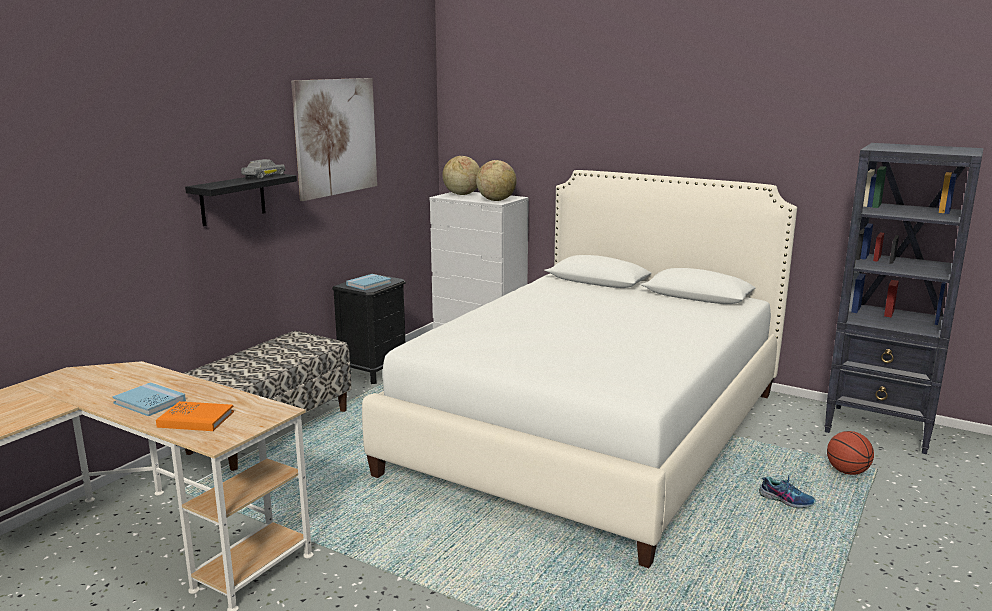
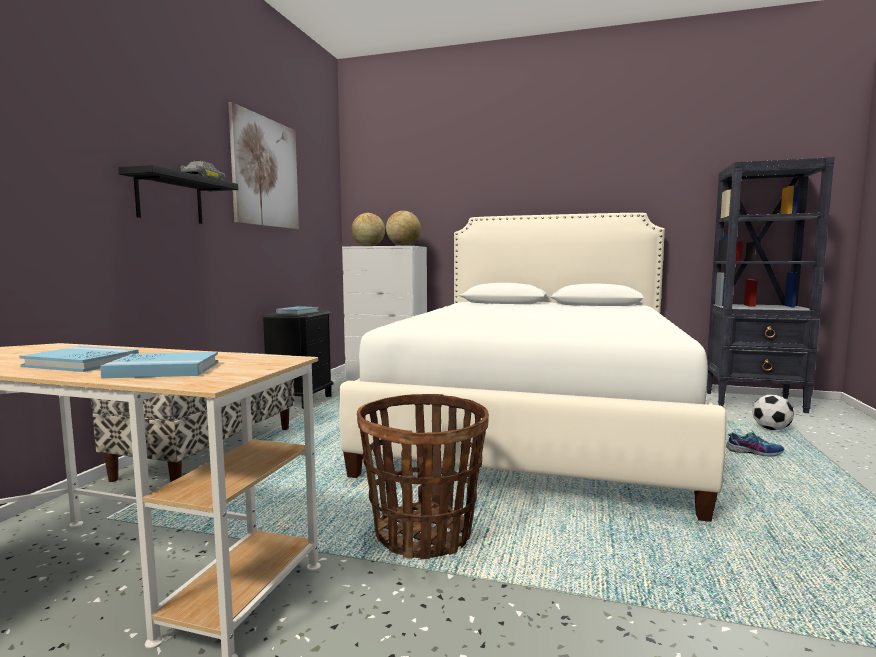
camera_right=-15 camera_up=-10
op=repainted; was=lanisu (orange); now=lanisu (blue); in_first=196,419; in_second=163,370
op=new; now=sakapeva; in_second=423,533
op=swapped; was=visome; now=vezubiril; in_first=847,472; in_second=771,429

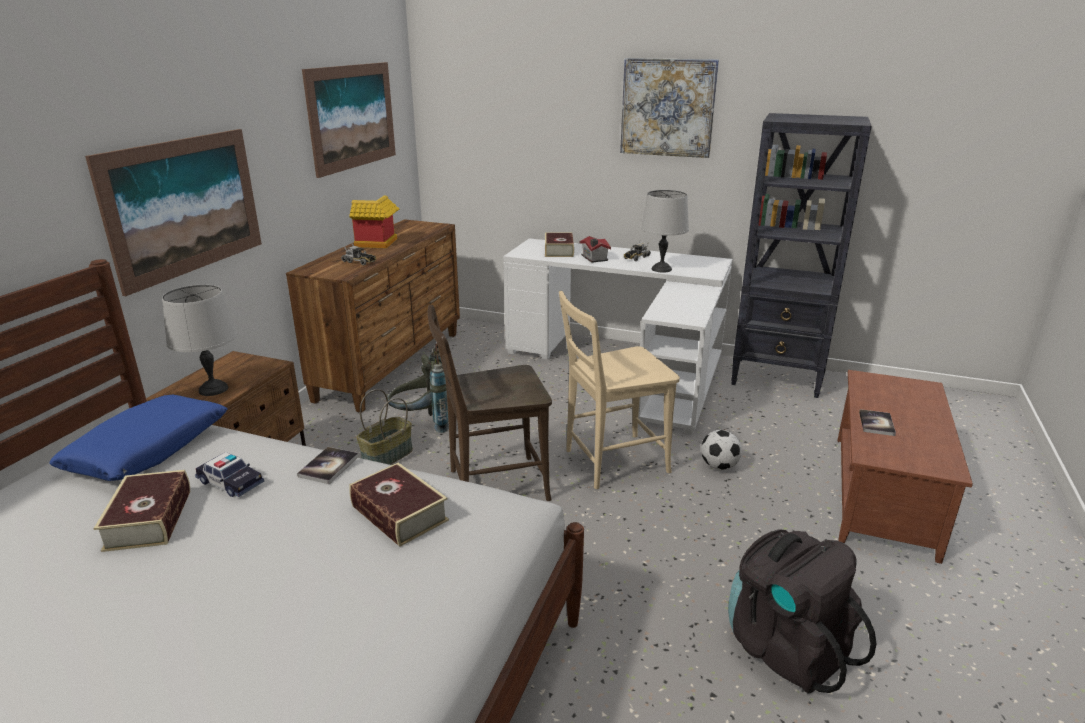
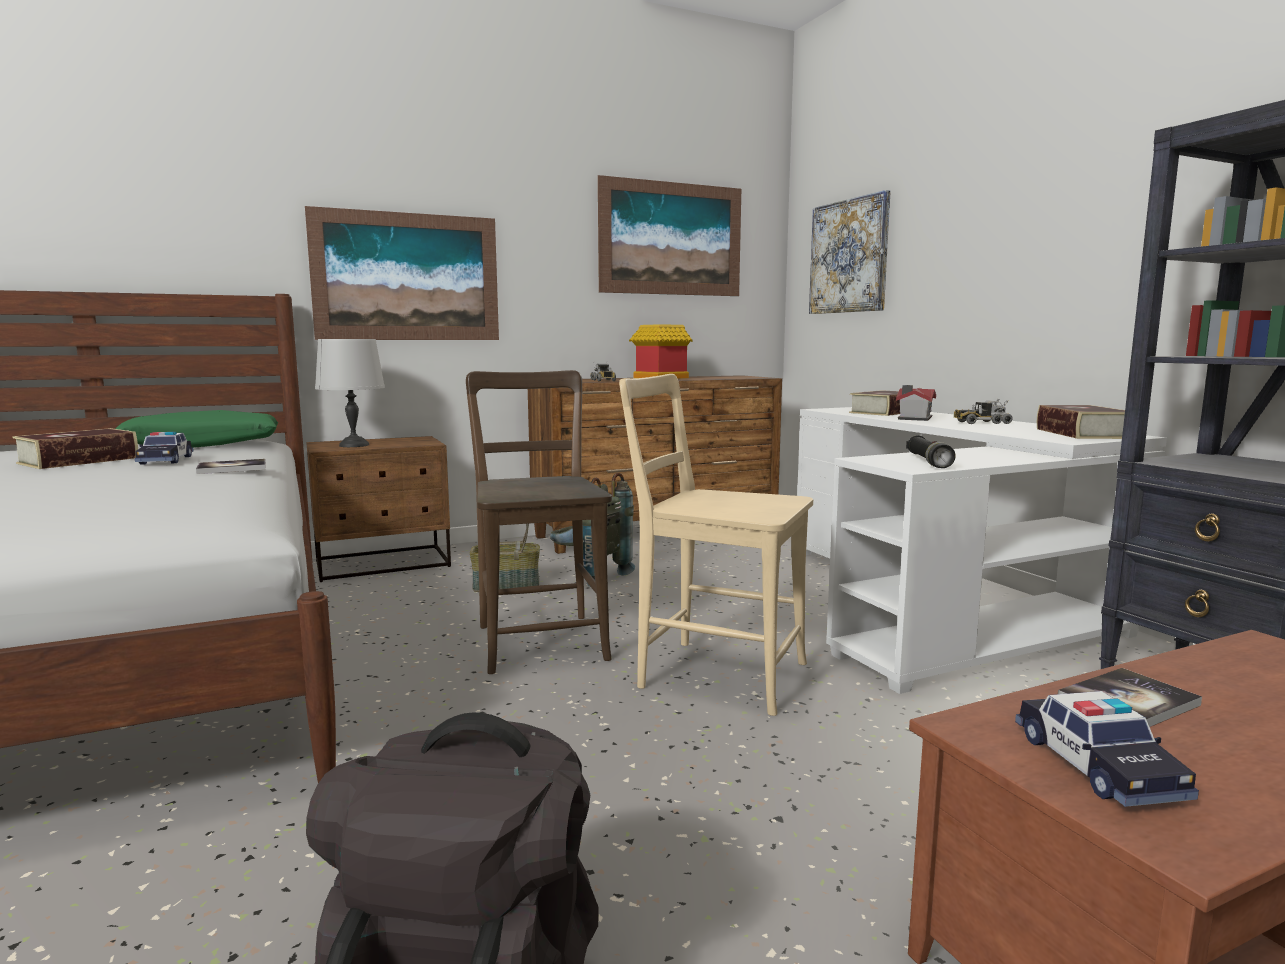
camera_right=45 camera_up=-15
op=repainted; was=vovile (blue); now=vovile (green); in_first=148,450; in_second=203,445
op=rotated; was=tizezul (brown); in_first=492,485; in_second=540,639; clockwise=45
op=shifted; was=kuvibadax; in_first=668,107; in_second=849,256
op=new; now=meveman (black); in_second=928,462
op=new; now=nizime; in_second=1097,765
op=shifted; was=lanisu; in_first=399,513; in_second=1082,433
op=gone; was=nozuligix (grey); in_first=661,269
op=gone; was=vezubiril; in_first=719,466

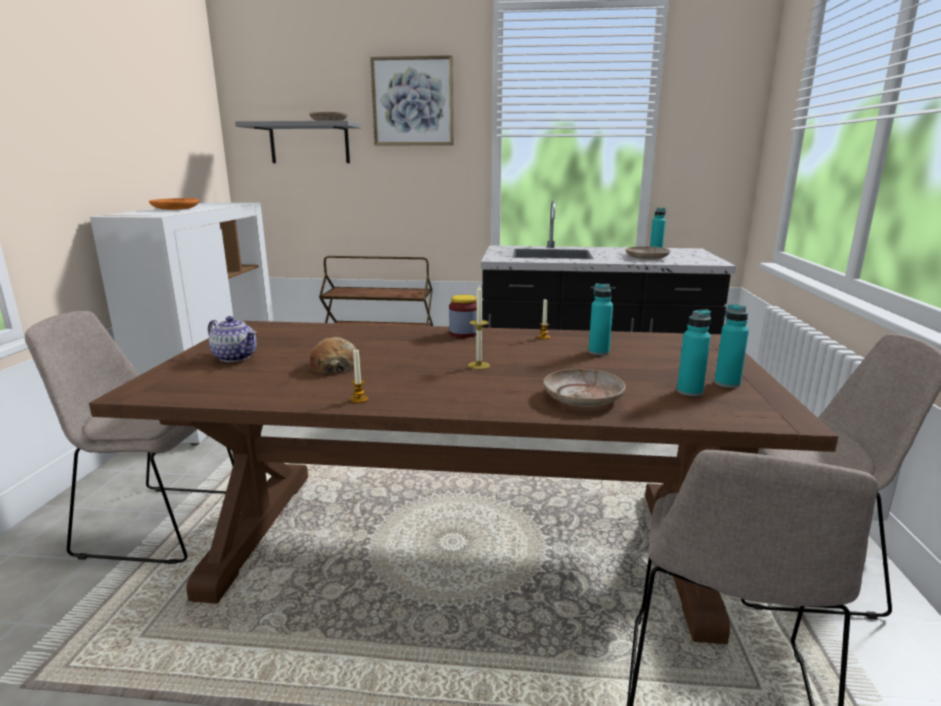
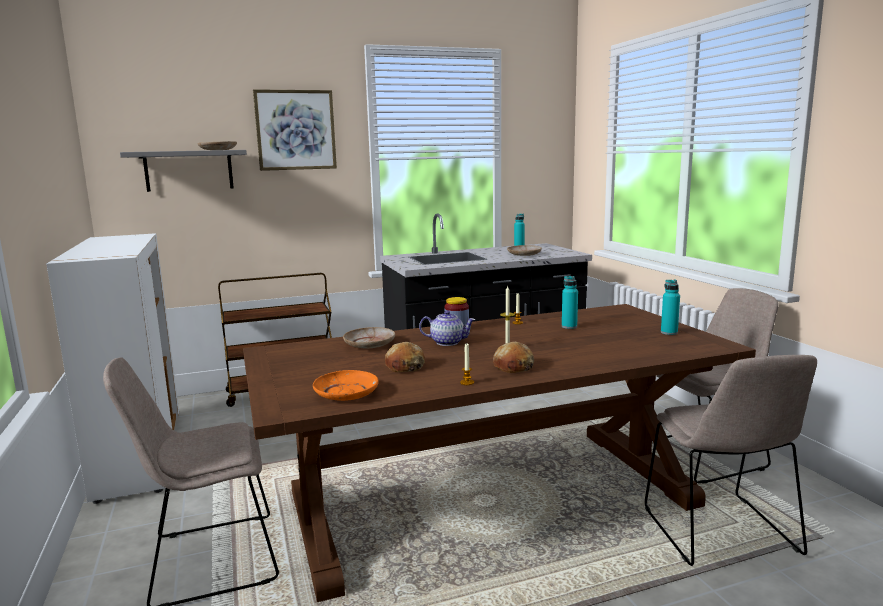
camera_right=-25 camera_up=-5
op=shifted; was=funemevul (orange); in_first=176,209; in_second=346,393
op=shifted; was=funemevul (beige); in_first=583,397; in_second=370,344
op=shifted; was=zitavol; in_first=236,357; in_second=448,342
op=new; now=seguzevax; in_second=513,366
op=gone; was=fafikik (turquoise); in_first=689,392

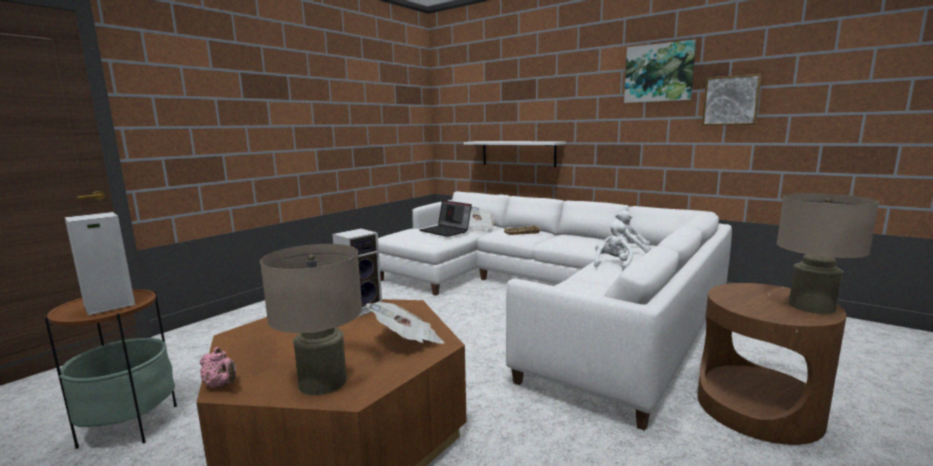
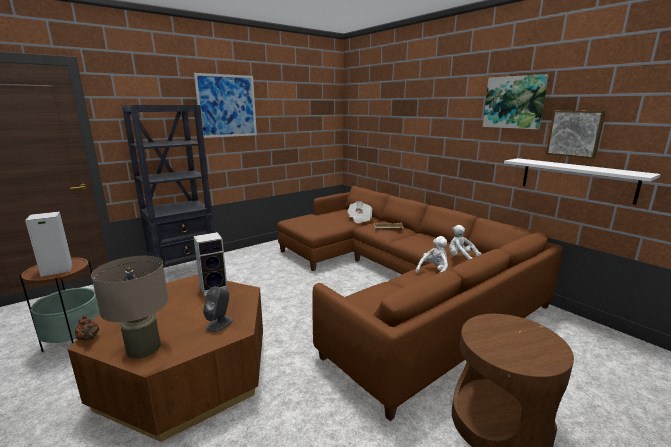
camera_right=15 camera_up=5
op=repainted; was=zitavol (pink); now=zitavol (brown); in_first=222,385; in_second=89,338
op=new; now=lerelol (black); in_second=185,271
op=new; now=kuvibadax; in_second=227,106
op=swapped; was=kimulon; now=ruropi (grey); in_first=407,341; in_second=220,324
op=repainted; was=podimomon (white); now=podimomon (brown); in_first=548,296; in_second=397,283
op=shifted; was=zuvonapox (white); in_first=518,153; in_second=576,179
op=gone; was=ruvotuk; in_first=446,231
op=gone; was=nozuligix (beige); in_first=811,306

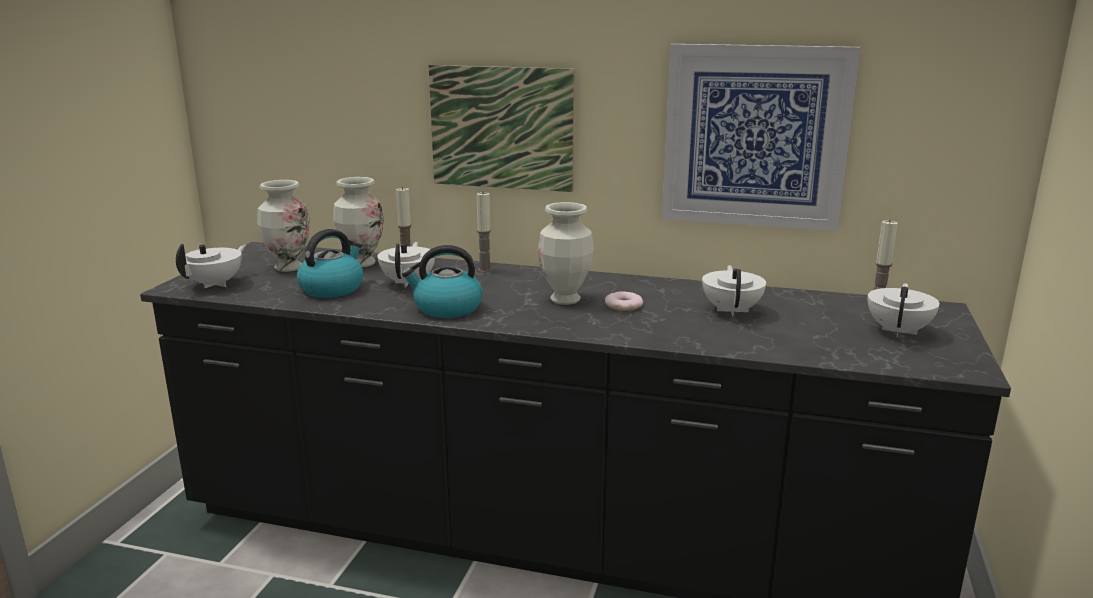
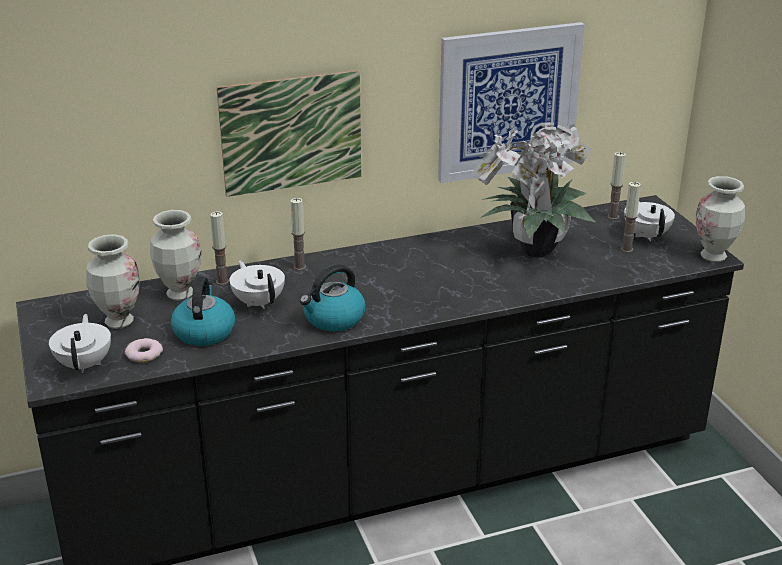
camera_right=-35 camera_up=10
op=shifted; was=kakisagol; in_first=624,305; in_second=144,354
op=swapped; was=zitavol (white); now=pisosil; in_first=732,310; in_second=531,250
op=new; now=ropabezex; in_second=626,249
op=shifted; was=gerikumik; in_first=565,300; in_second=713,256

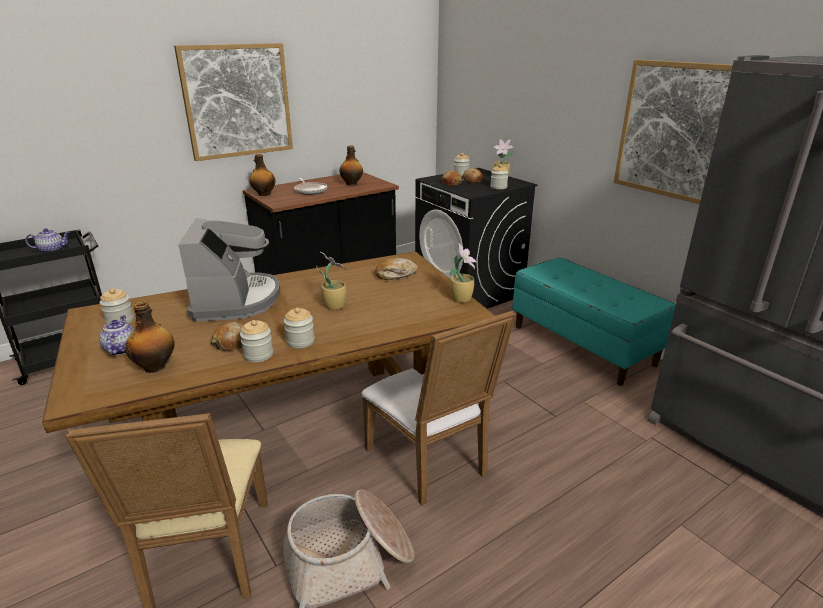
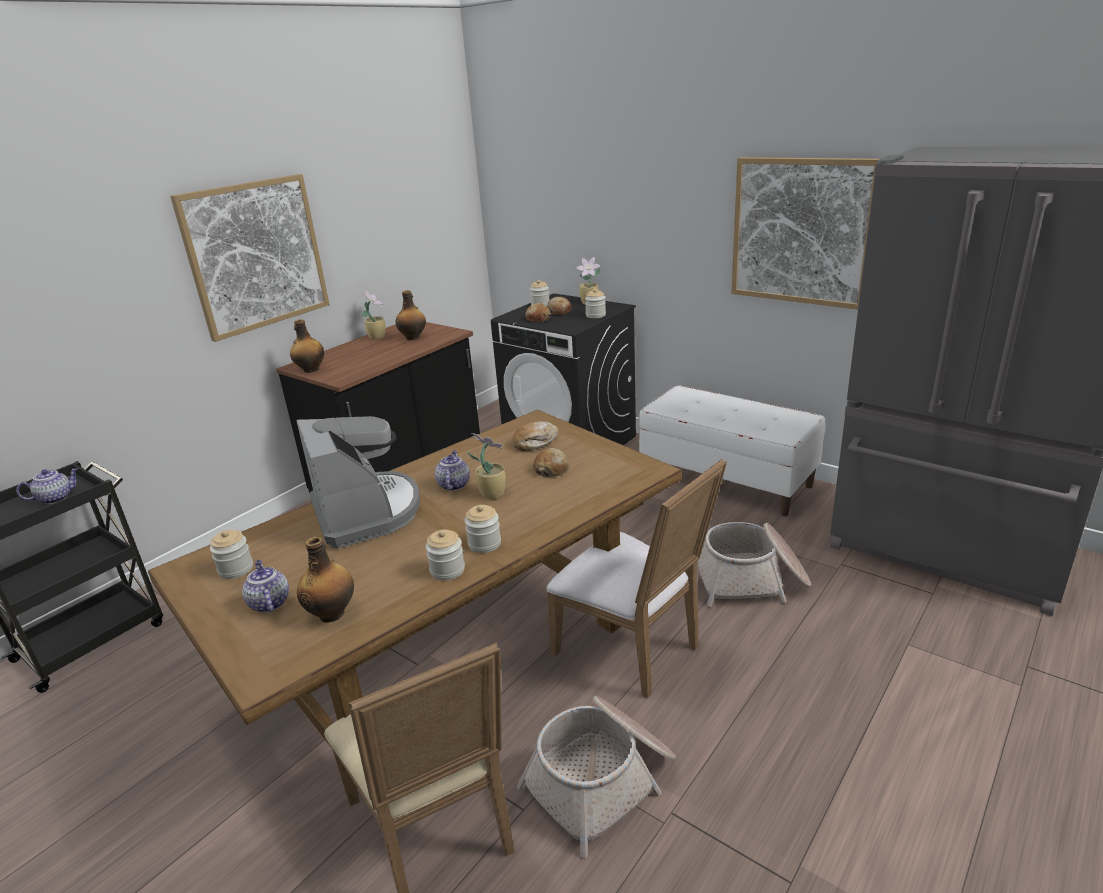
camera_right=-15 camera_up=0
op=shifted; was=pisosil; in_first=462,298; in_second=377,337
op=new; now=zitavol; in_second=453,484
op=shifted; was=seguzevax; in_first=231,343; in_second=552,469
op=repainted; was=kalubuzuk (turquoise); now=kalubuzuk (white); in_first=583,345; in_second=727,480
op=new; now=sakapeva; in_second=752,581
op=gone; was=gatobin; in_first=310,190

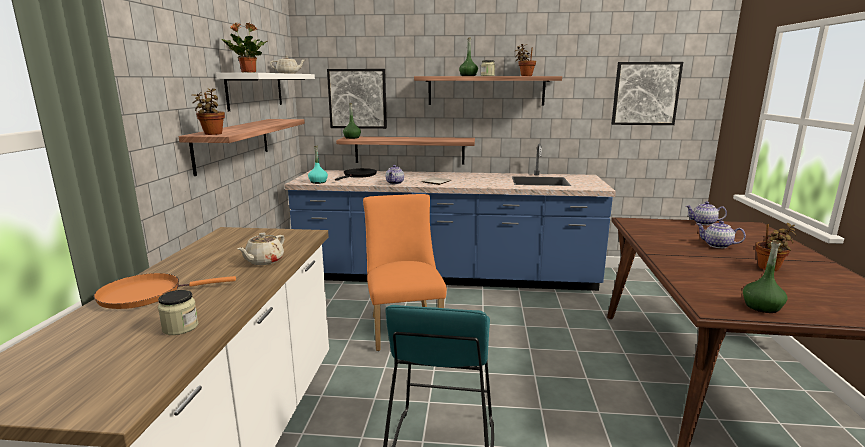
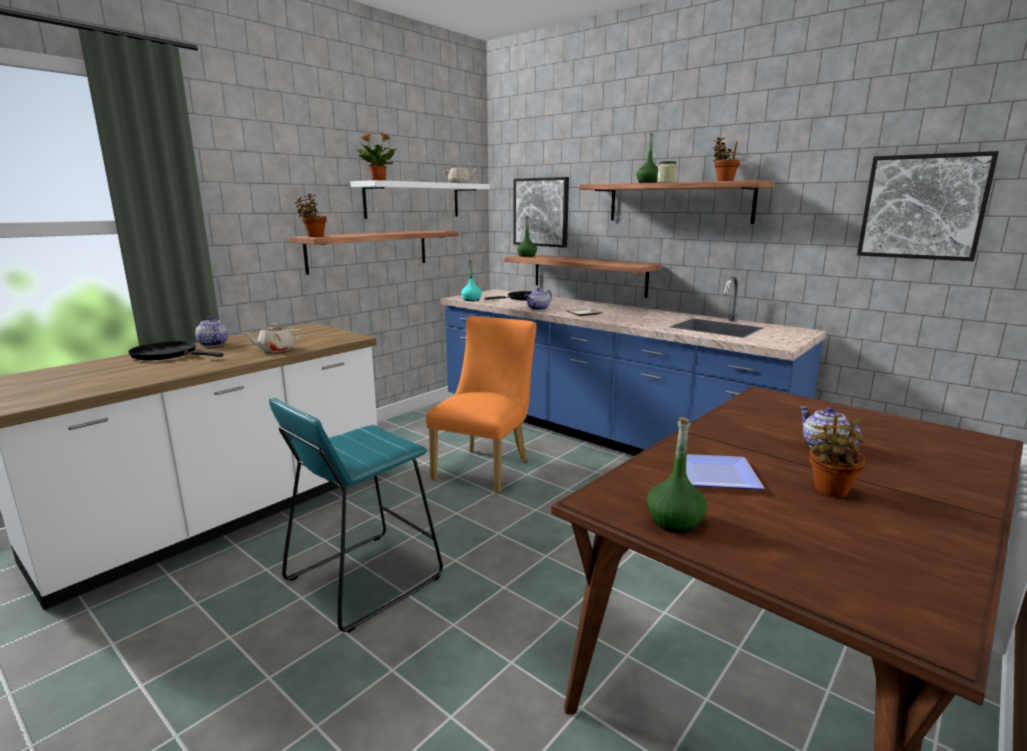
camera_right=35 camera_up=0
op=repainted; was=gatobin (orange); now=gatobin (black); in_first=146,294; in_second=168,355
op=shifted; was=zitavol; in_first=703,223; in_second=212,344
op=new; now=funemevul; in_second=713,474
op=gone; was=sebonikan; in_first=180,327

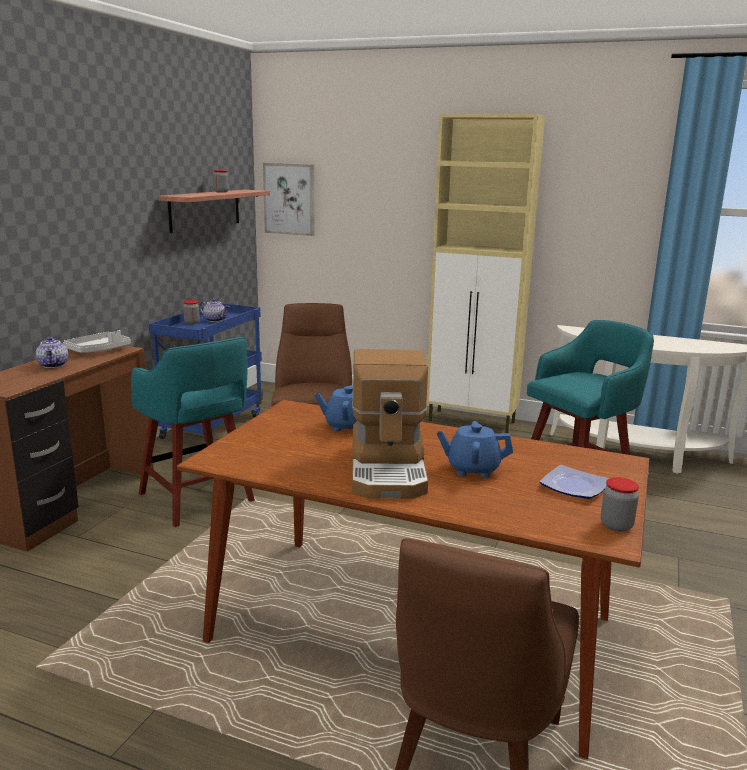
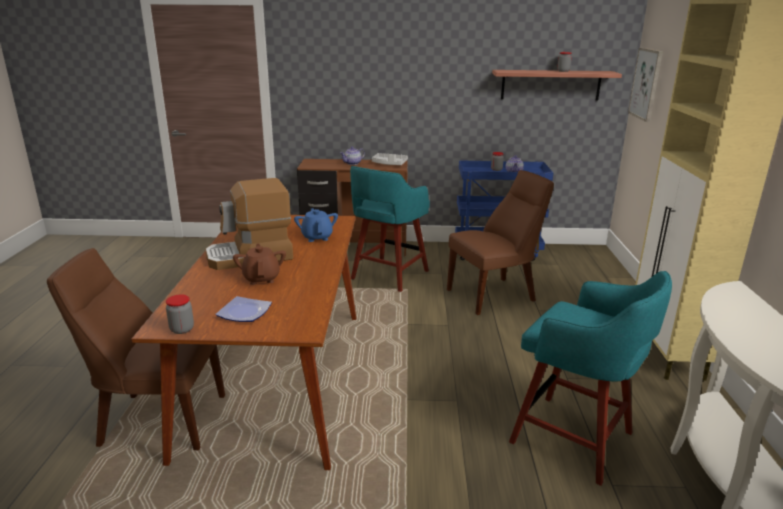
camera_right=70 camera_up=5
op=repainted; was=zitavol (blue); now=zitavol (brown); in_first=472,469; in_second=261,278

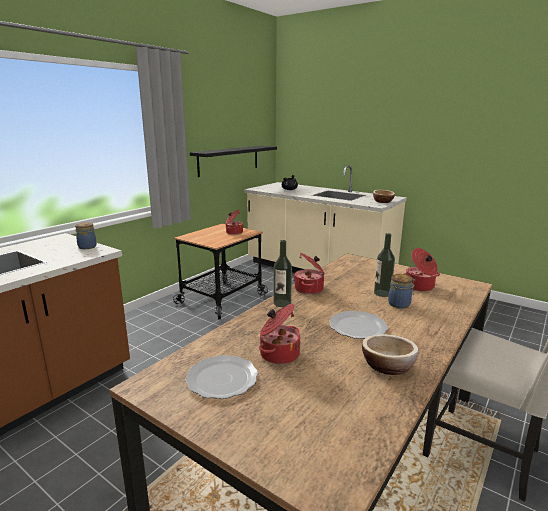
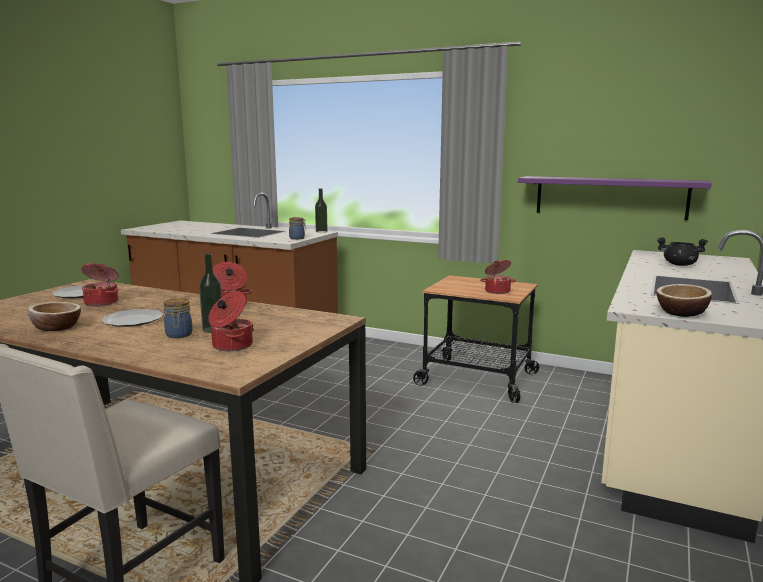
camera_right=80 camera_up=-5
op=shifted; was=fafikik; in_first=282,303; in_second=321,232
op=repainted; was=zuvonapox (black); now=zuvonapox (purple); in_first=229,160; in_second=610,197

